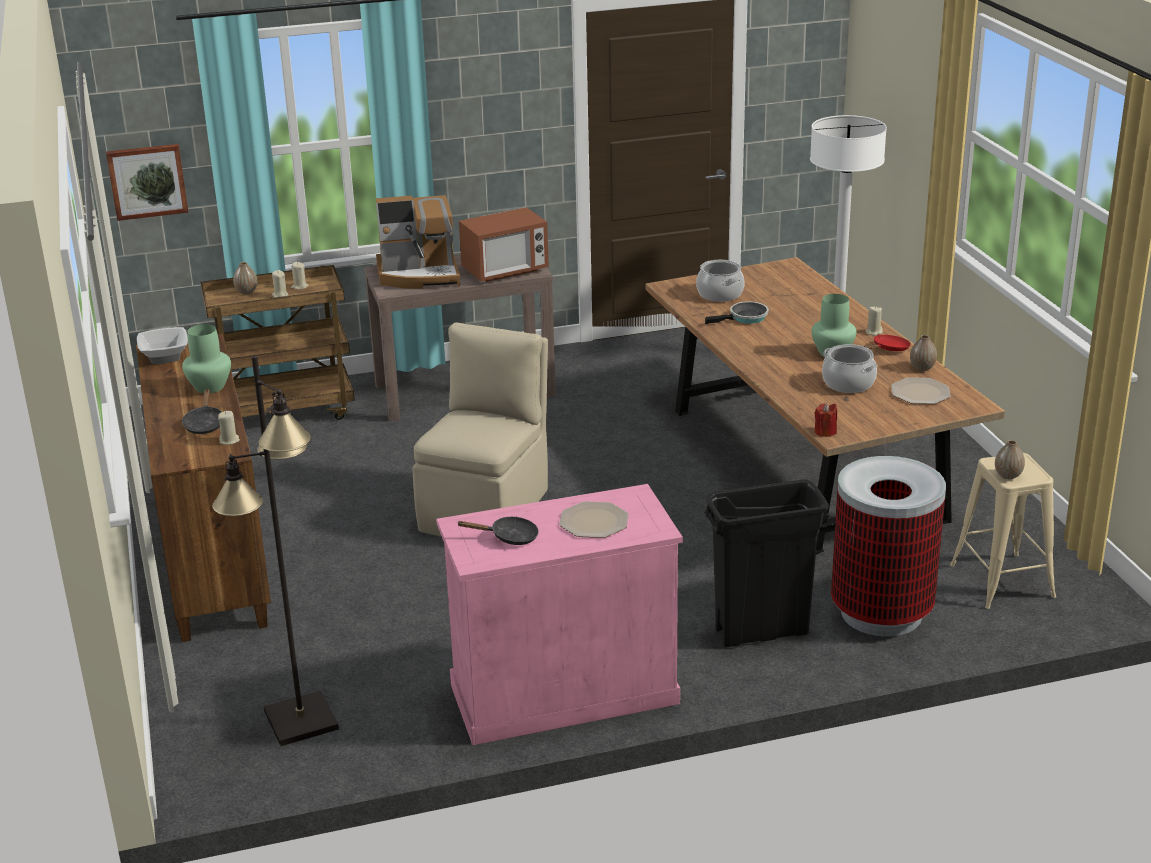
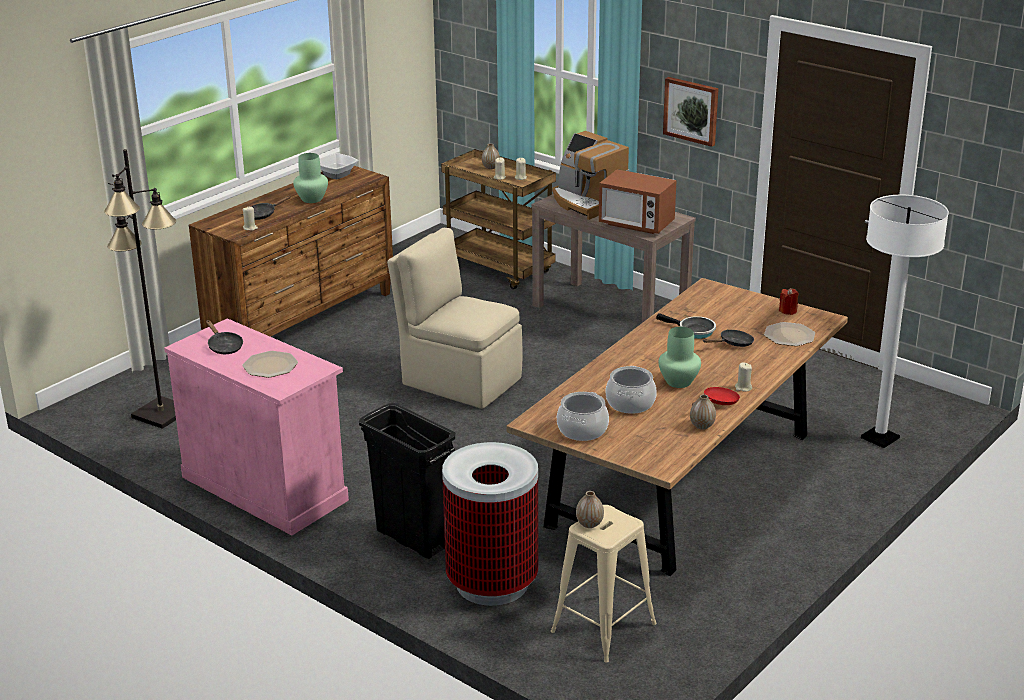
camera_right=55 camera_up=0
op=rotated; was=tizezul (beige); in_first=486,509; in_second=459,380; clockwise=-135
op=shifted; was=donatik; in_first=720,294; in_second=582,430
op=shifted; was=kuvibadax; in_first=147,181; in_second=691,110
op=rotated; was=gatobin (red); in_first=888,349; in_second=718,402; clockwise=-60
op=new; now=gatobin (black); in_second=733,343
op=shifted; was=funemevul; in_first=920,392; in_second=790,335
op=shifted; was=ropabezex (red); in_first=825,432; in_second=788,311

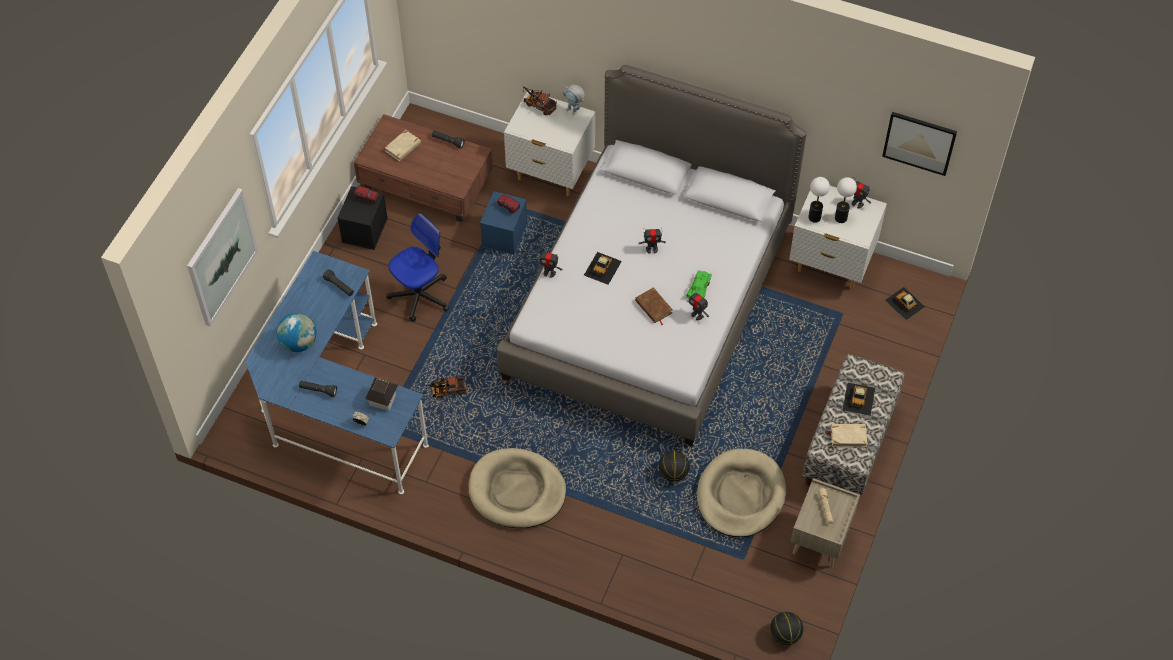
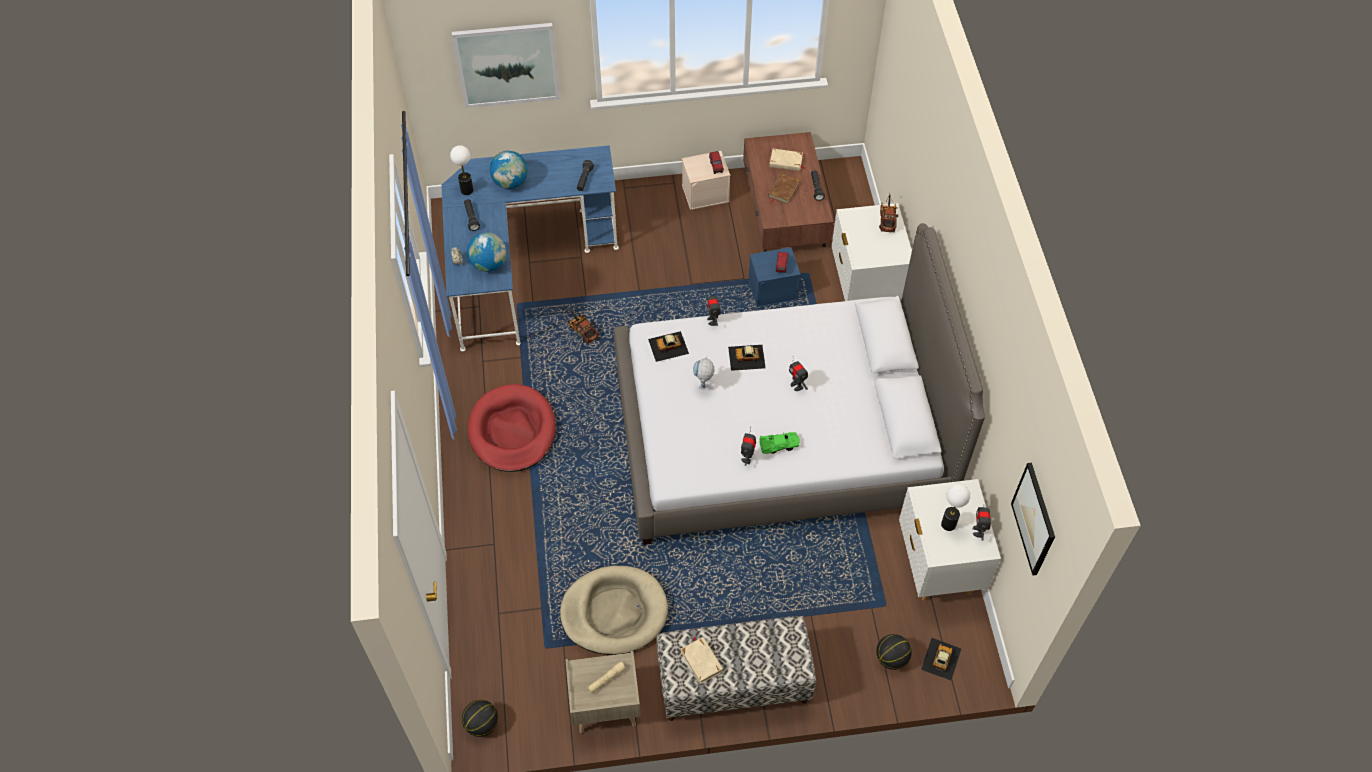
camera_right=60 camera_up=0
op=shifted; was=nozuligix; in_first=814,217; in_second=466,190
op=swapped; was=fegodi; now=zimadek; in_first=382,400; in_second=489,264
op=repainted; was=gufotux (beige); now=gufotux (red); in_first=517,491; in_second=512,431
op=shifted; was=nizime; in_first=859,398; in_second=668,346
op=repainted; was=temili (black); now=temili (beige); in_first=364,229; in_second=705,193
op=shifted; was=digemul; in_first=574,112; in_second=703,387
op=shifted; was=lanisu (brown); in_first=653,307; in_second=783,190
op=shifted; was=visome; in_first=673,473; in_second=891,658
op=gone; was=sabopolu; in_first=420,295

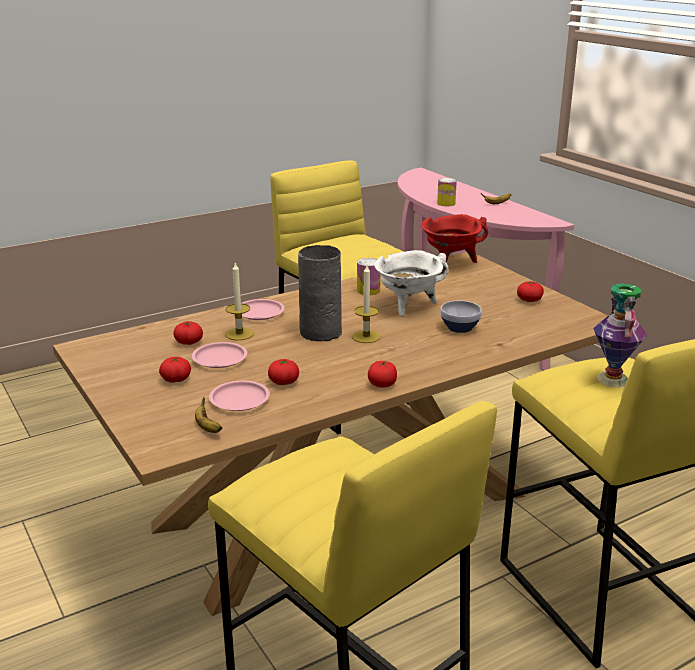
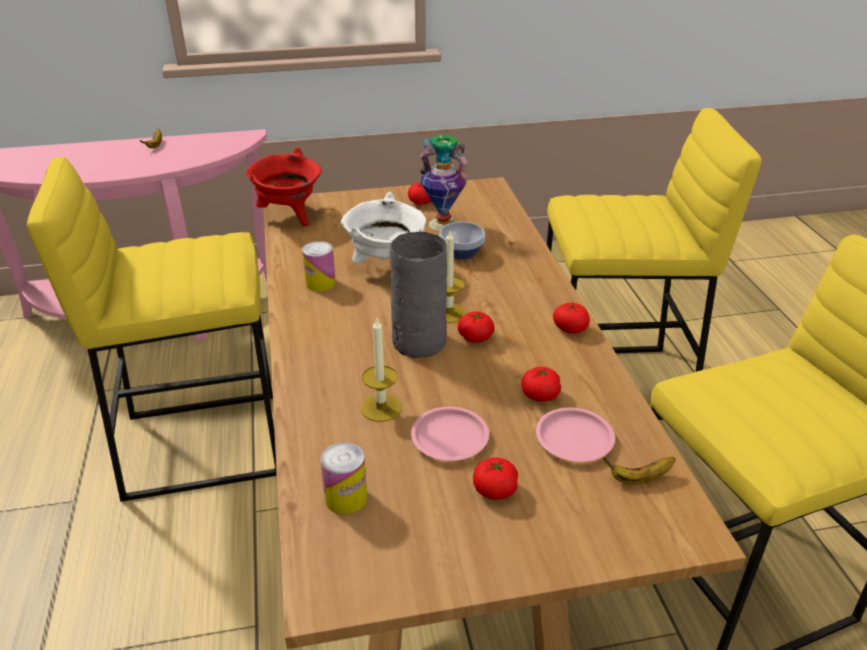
camera_right=-70 camera_up=10
op=shifted; was=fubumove; in_first=446,203; in_second=346,498
op=shifted; was=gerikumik; in_first=611,379; in_second=442,224
op=shifted; was=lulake; in_first=189,342; in_second=475,337
op=gone; was=funemevul (pink); in_first=259,313

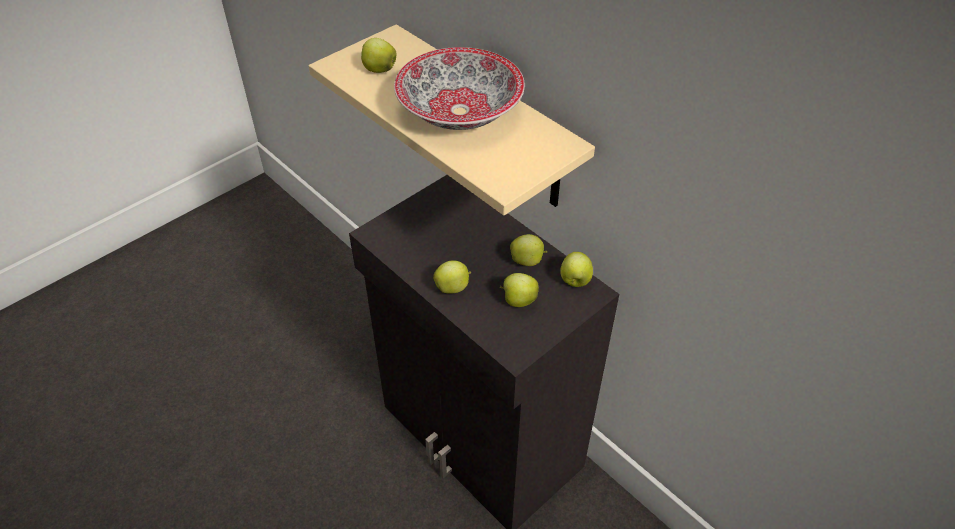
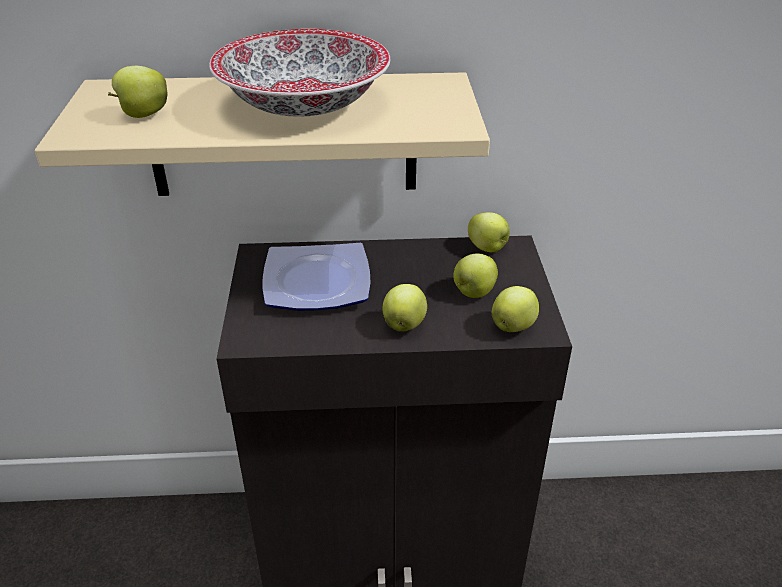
camera_right=-50 camera_up=-10
op=new; now=funemevul; in_second=315,284
op=shifted; was=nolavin; in_first=527,261; in_second=513,326

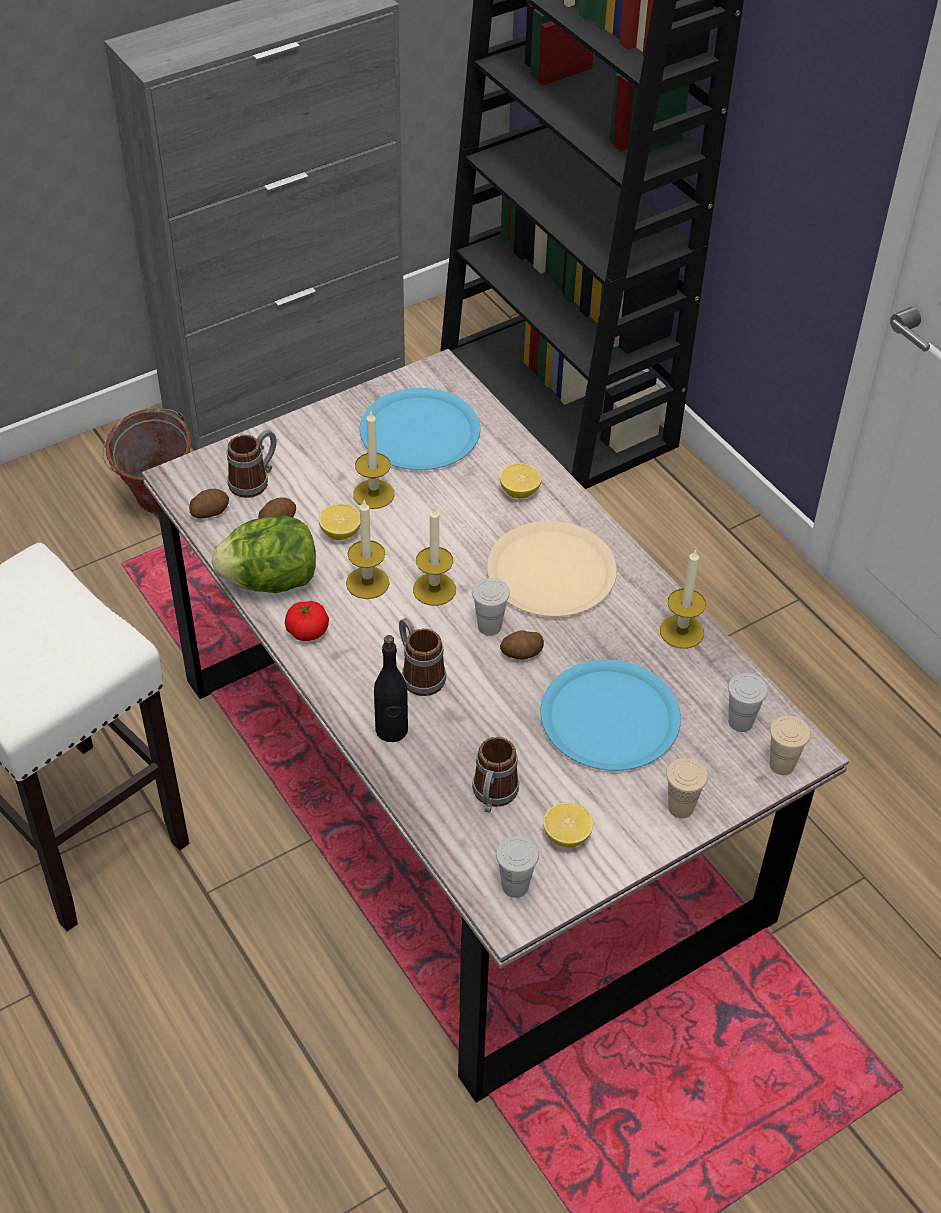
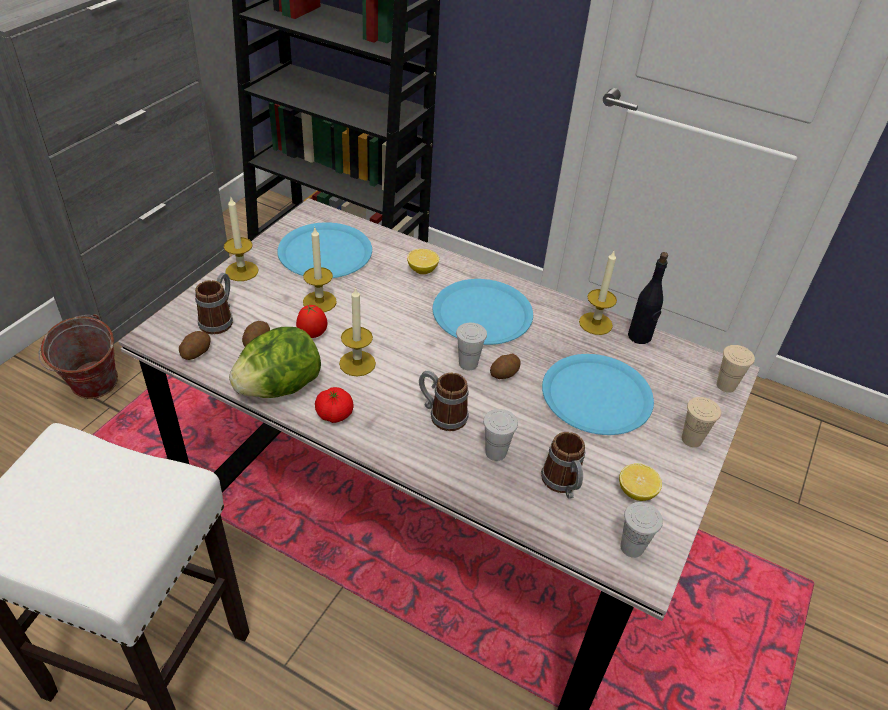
camera_right=-30 camera_up=-5
op=shifted; was=ropabezex; in_first=434,589; in_second=242,271
op=swapped; was=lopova; now=lulake; in_first=341,532; in_second=312,335
op=repainted; was=funemevul (beige); now=funemevul (blue); in_first=551,571; in_second=482,313
op=shifted; was=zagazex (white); in_first=740,722; in_second=495,452
op=shifted; was=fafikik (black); in_first=391,730; in_second=639,336

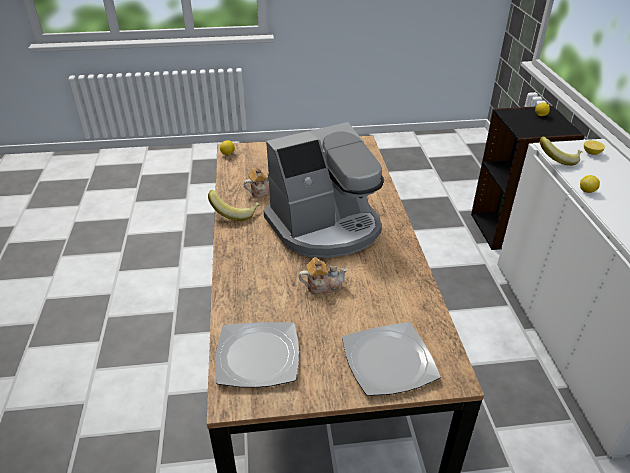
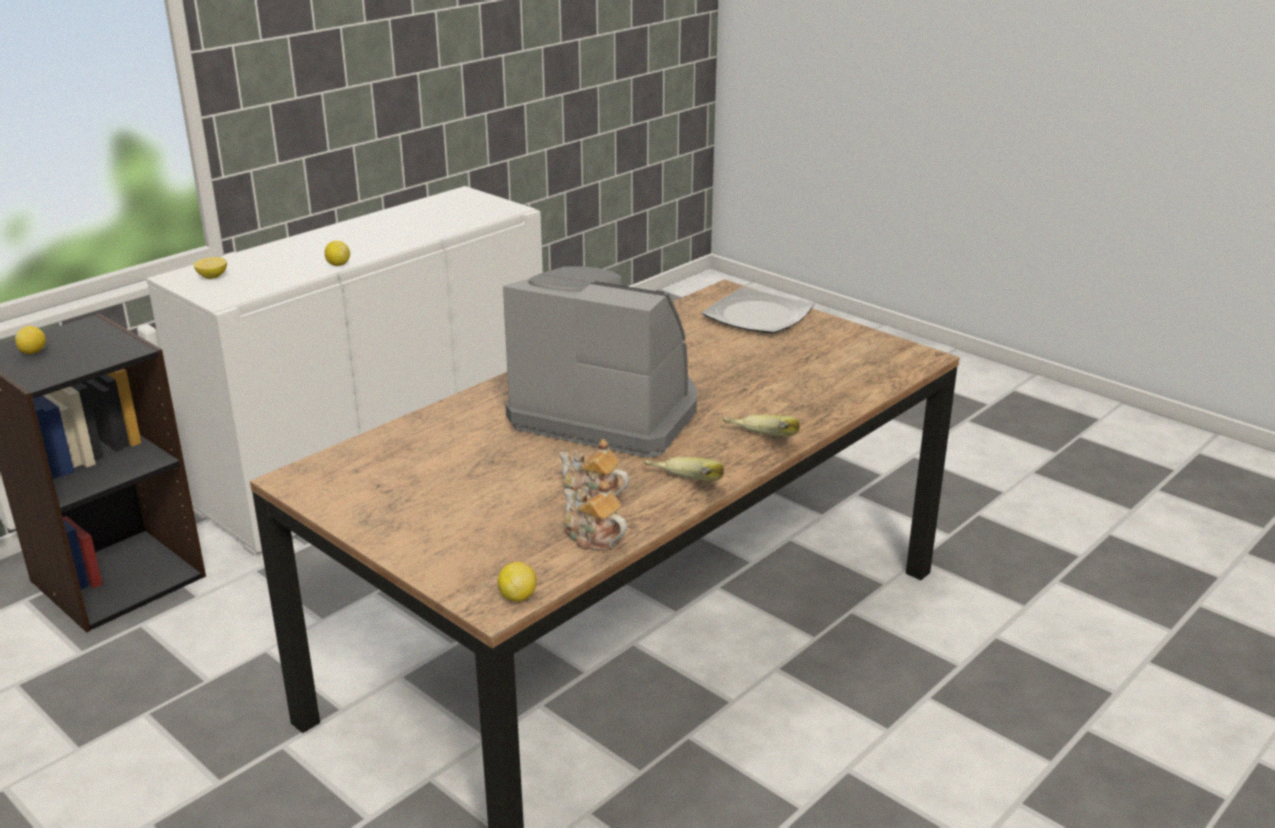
camera_right=-130 camera_up=-10
op=shifted; was=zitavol; in_first=323,285; in_second=592,537
op=shifted; was=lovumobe; in_first=558,159; in_second=759,444
op=gone; was=funemevul; in_first=258,357

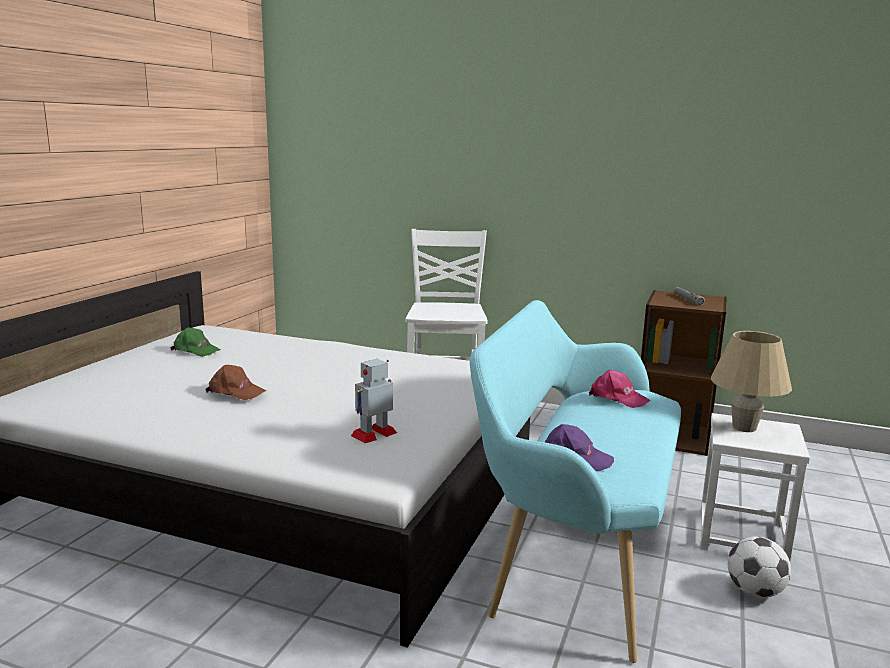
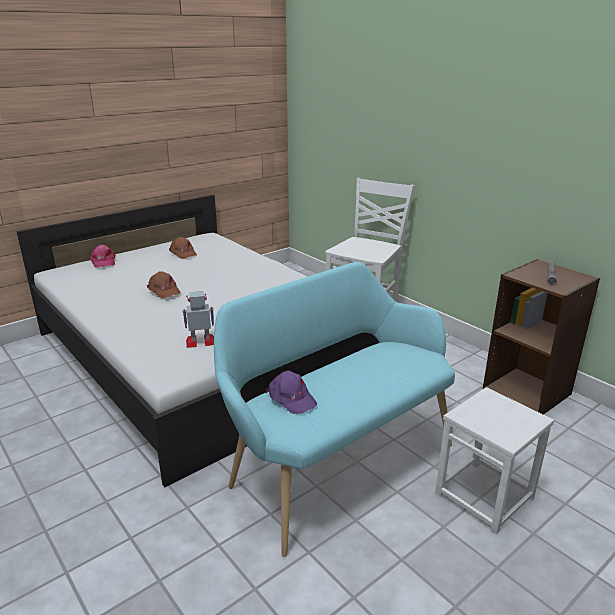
camera_right=30 camera_up=10
op=shifted; was=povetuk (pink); in_first=618,398; in_second=103,261
op=repainted; was=povetuk (green); now=povetuk (brown); in_first=196,350; in_second=183,253
op=gone; was=nozuligix (beige); in_first=744,427
op=gone; was=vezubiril; in_first=754,592

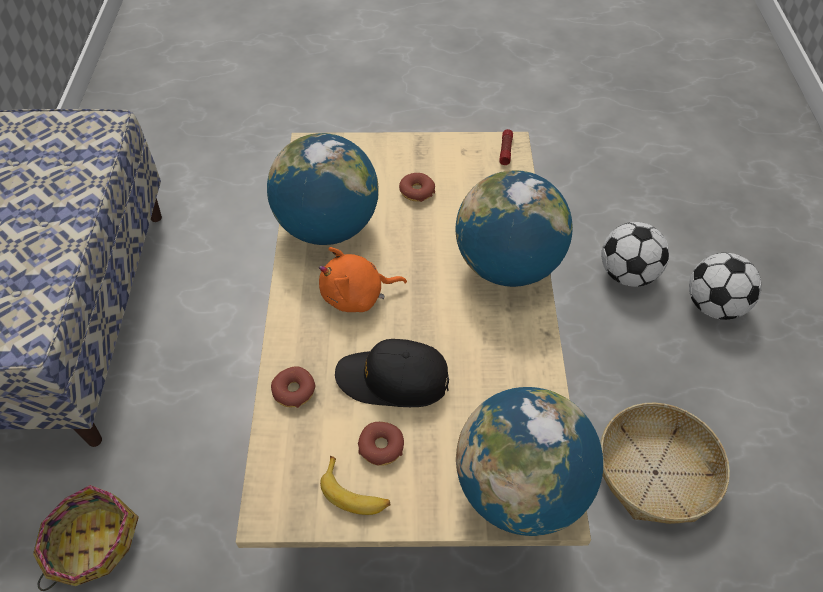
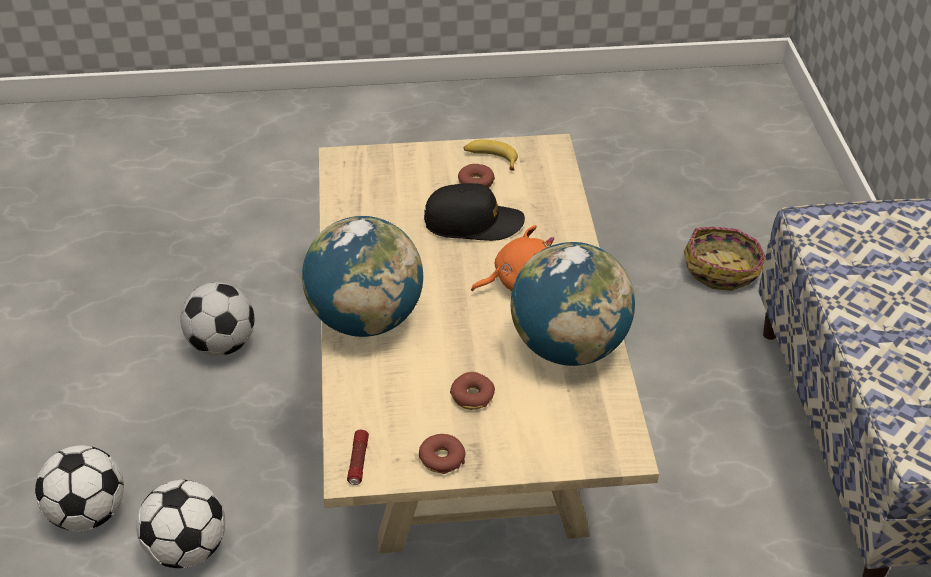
camera_right=175 camera_up=-10
op=swapped; was=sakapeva; now=vezubiril; in_first=656,472; in_second=221,345
op=shifted; was=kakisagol; in_first=294,391; in_second=442,458
op=gone; was=zimadek; in_first=520,489

